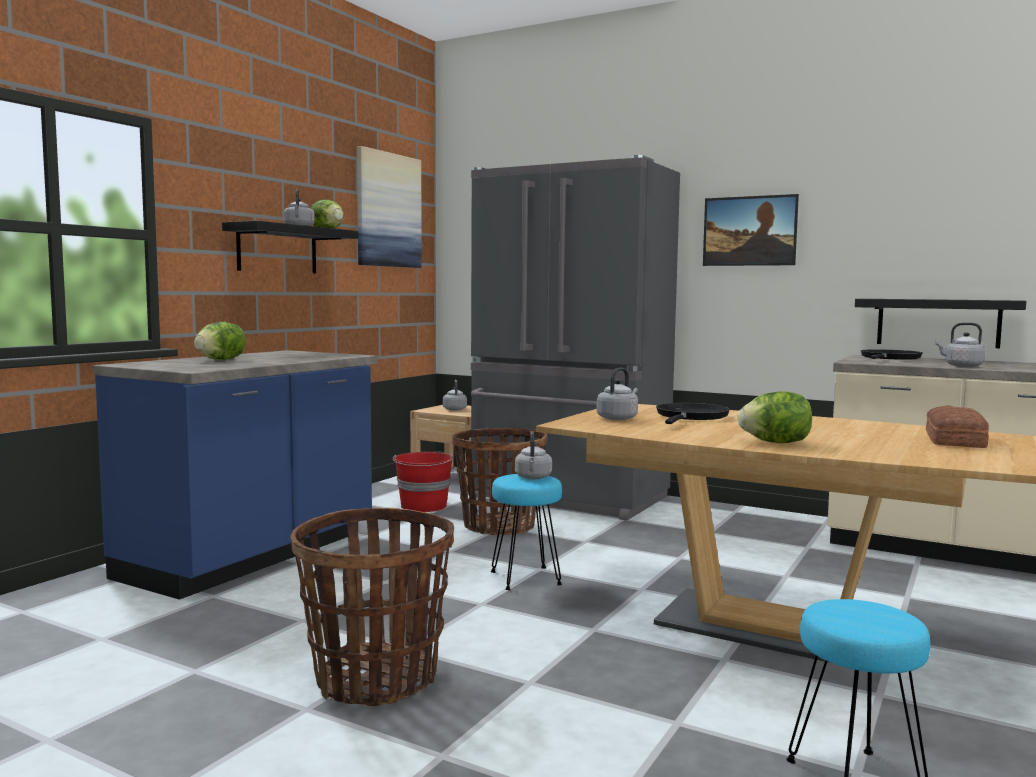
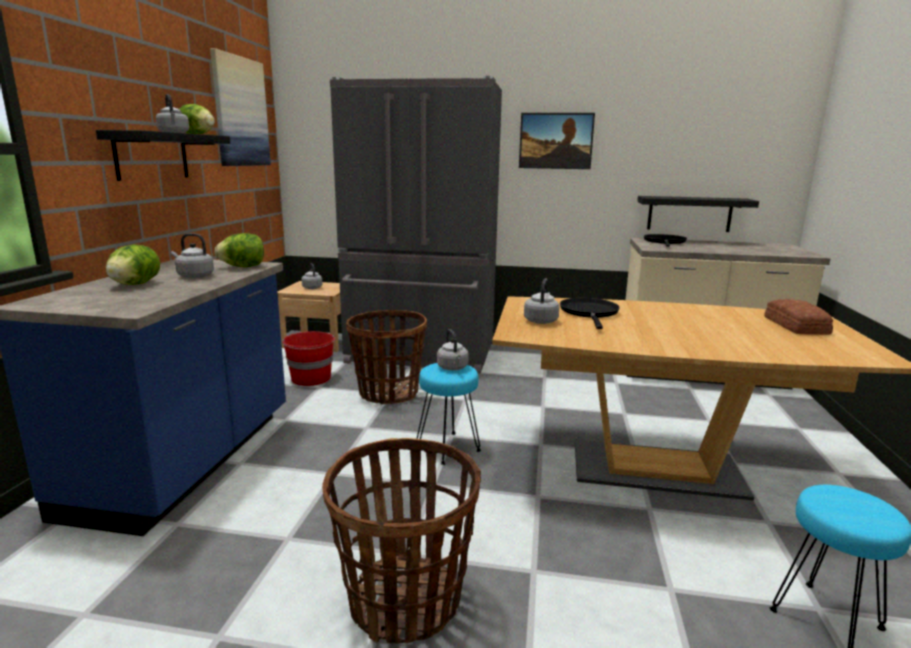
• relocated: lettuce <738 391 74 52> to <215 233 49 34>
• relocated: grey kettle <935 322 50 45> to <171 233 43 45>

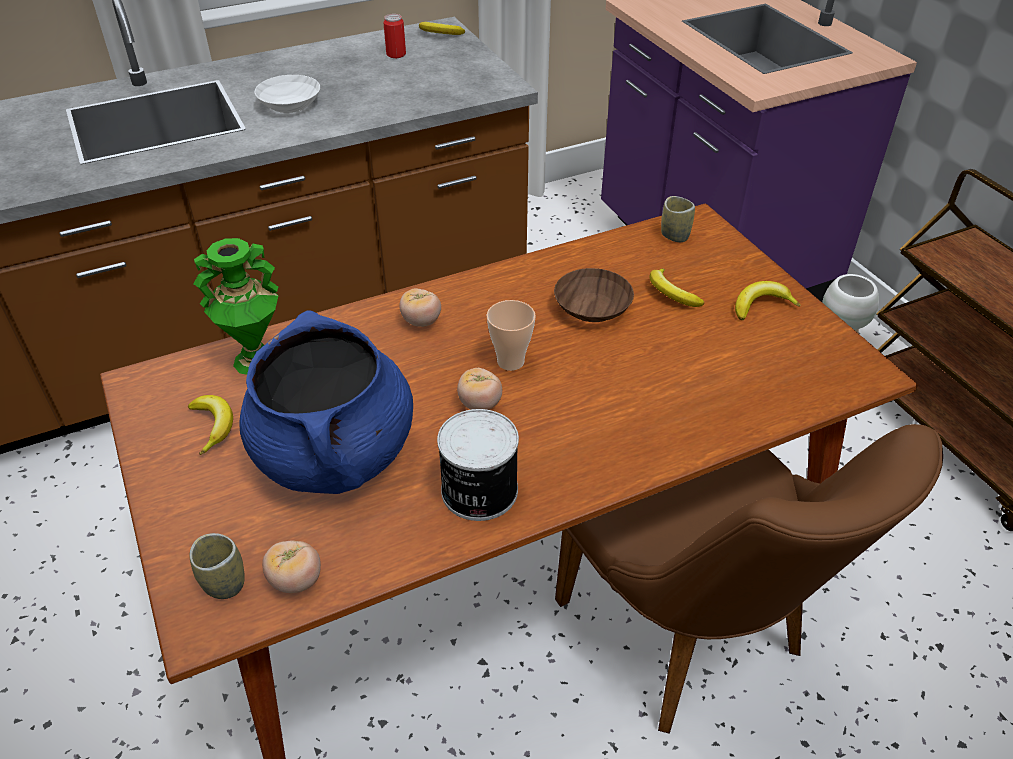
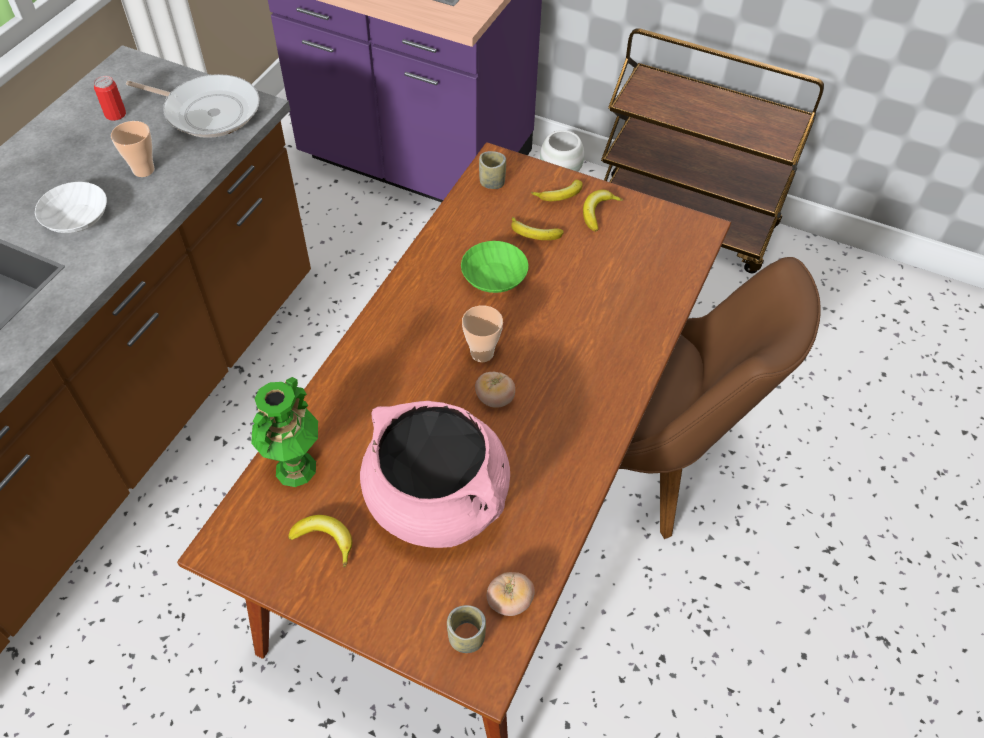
• missing: tomato <399 288 42 39>
• missing: can <437 409 82 112>
• appeared: cup <111 121 44 56>
• appeared: frying pan <126 74 133 64>
• relocated: banana <419 22 46 13> to <531 180 52 21>
• colour: blue cooking pot <239 310 174 184> to pink cooking pot <360 401 150 147>
• colour: brown bowl <554 268 80 54> to green bowl <461 241 68 52>

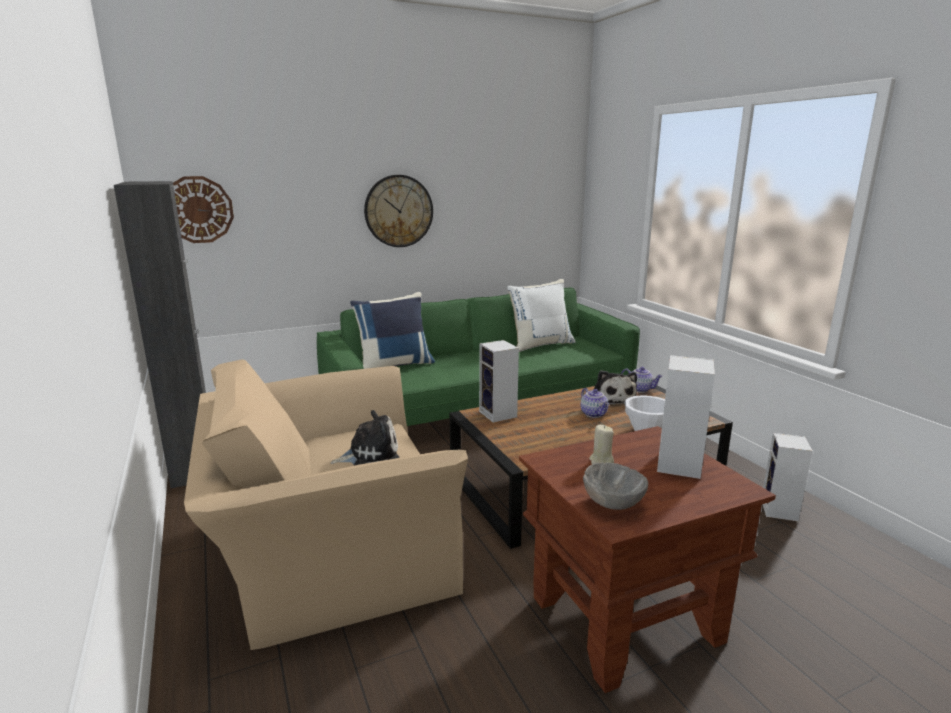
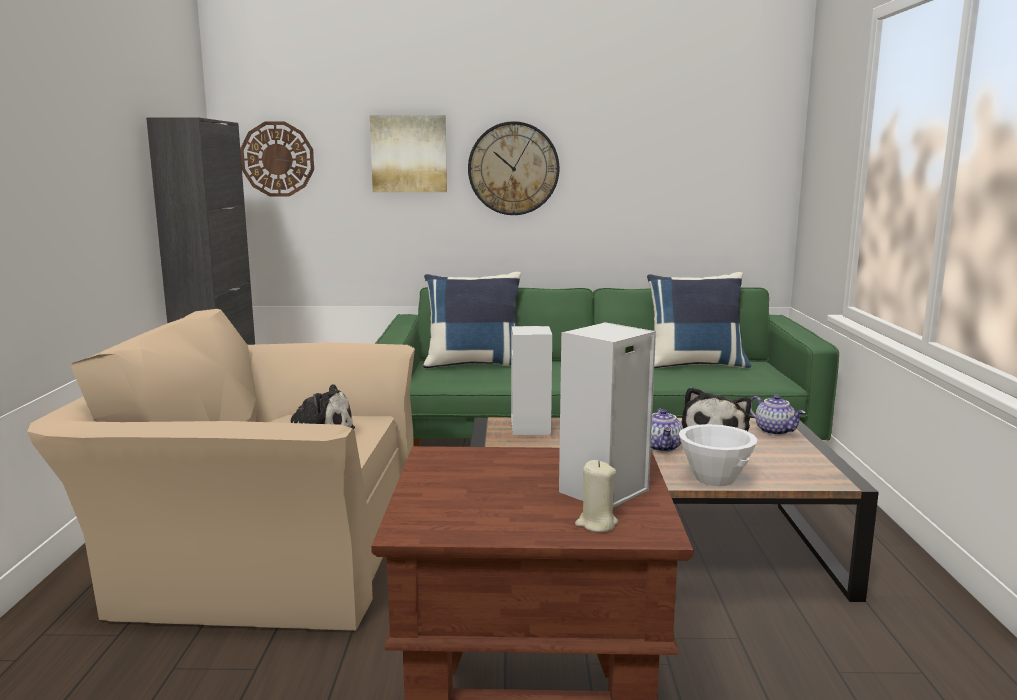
• missing: grey bowl <583 462 65 48>
• missing: speaker <762 433 51 89>
• appeared: picture <370 115 77 77>
• relocated: beige candle <589 425 25 39> to <575 460 43 72>
• colour: white pillow <507 279 69 73> to blue pillow <647 272 104 97>

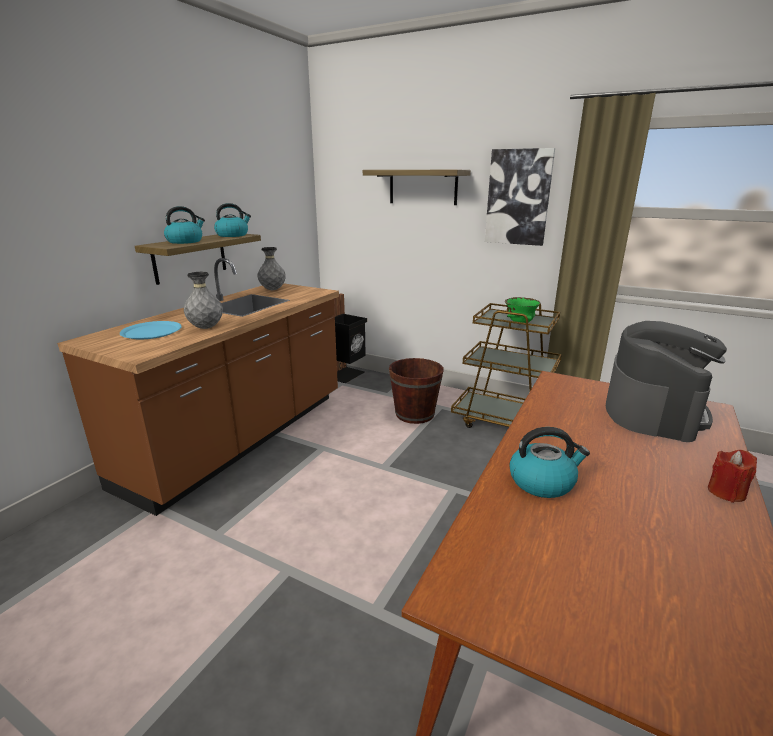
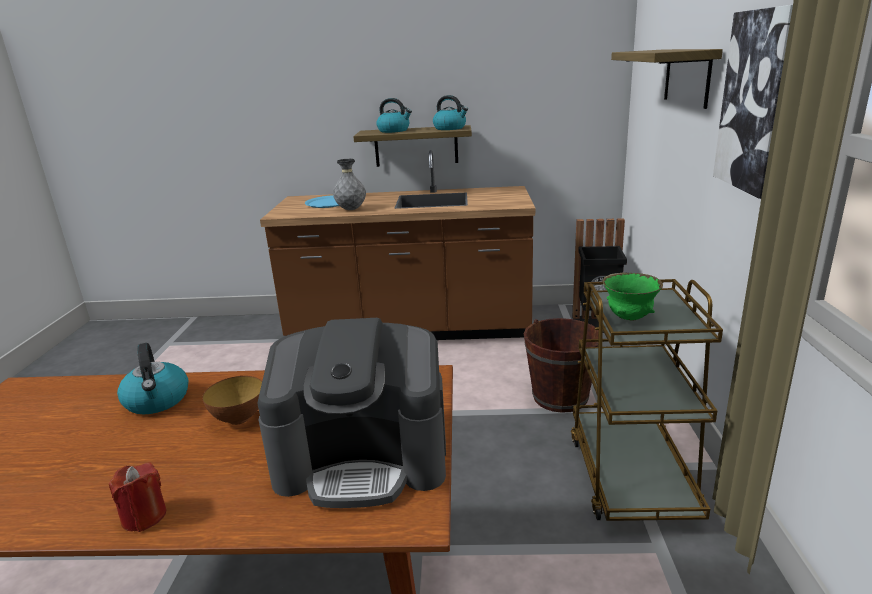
• missing: grey vase <257 247 29 43>
• appeared: bowl <202 376 60 49>

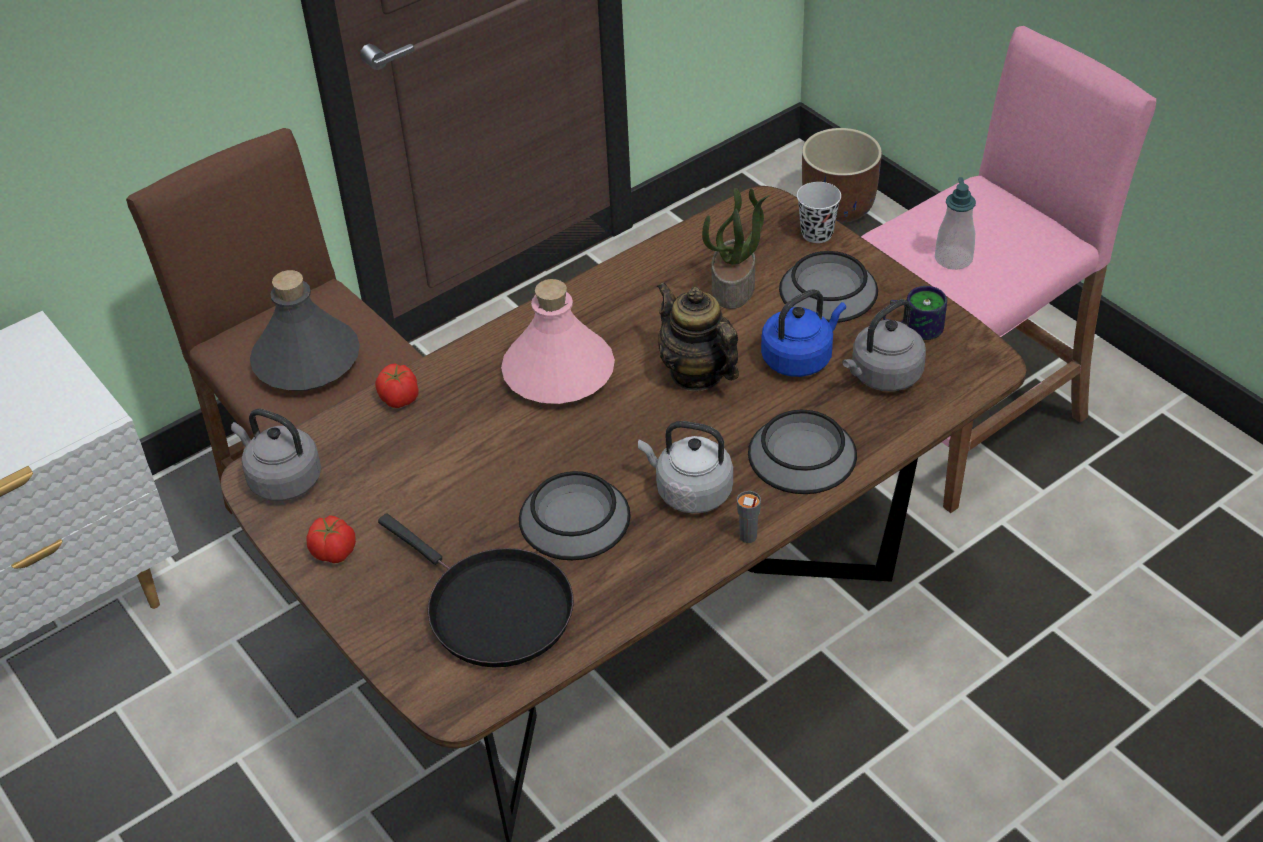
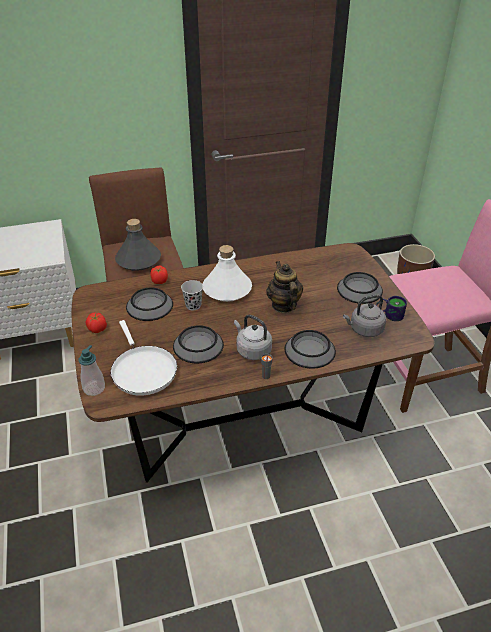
• missing: grey kettle <231 409 90 92>
• missing: potted plant <702 188 69 121>
• missing: blue kettle <761 289 85 88>
• appeared: bowl <126 288 47 33>
• relocated: black cup <797 182 44 61> to <181 280 22 30>
• relocated: soap dispenser <935 177 41 93> to <79 345 26 51>
• colour: black frying pan <378 514 195 153> to white frying pan <111 320 66 75>
• colour: pink bottle <501 279 114 125> to white bottle <203 245 49 57>

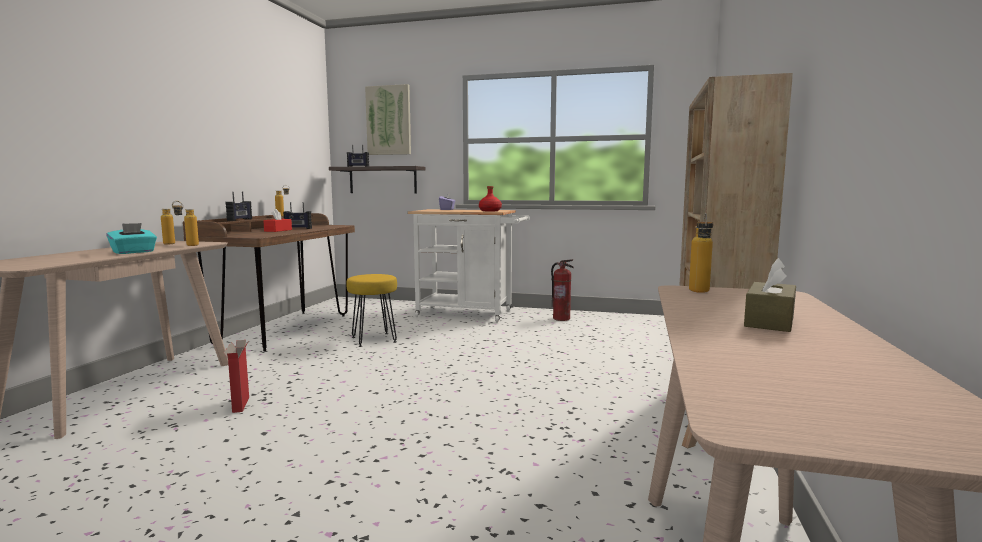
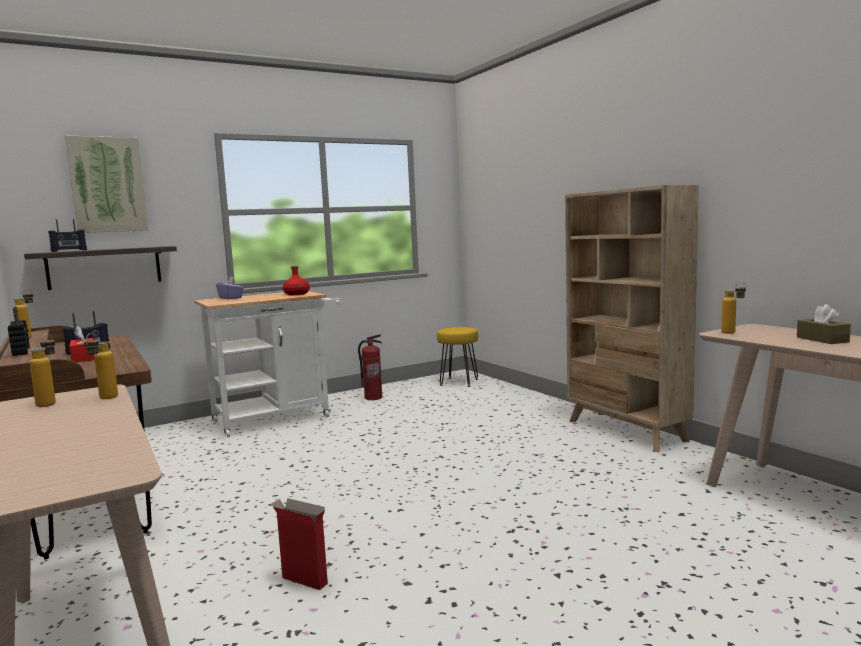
• missing: turquoise tissue box <106 223 51 31>
• relocated: yellow stool <346 274 51 73> to <437 327 41 60>

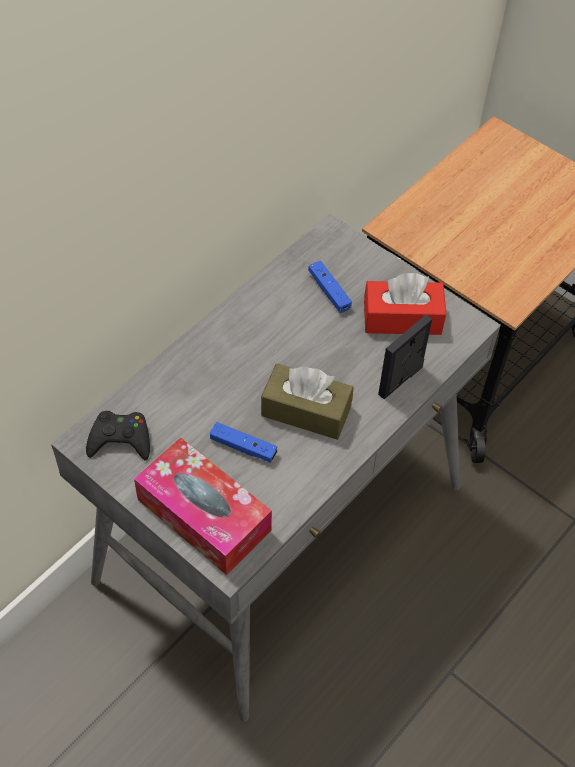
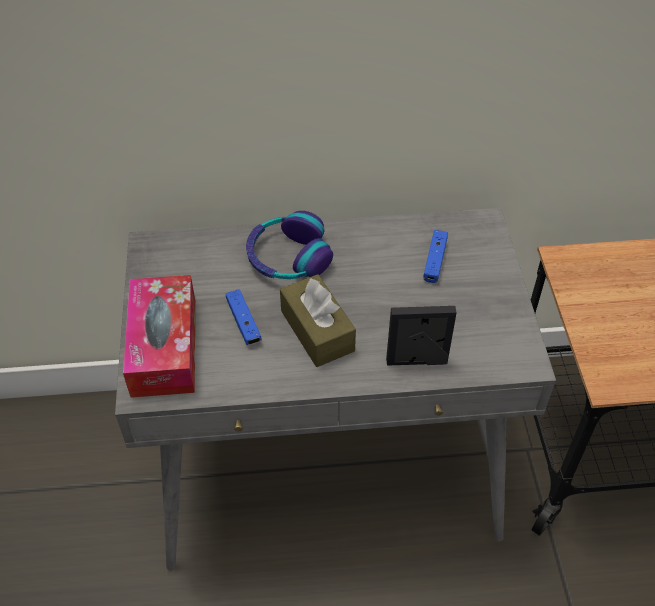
• missing: black game controller <86 411 64 49>
• missing: red tissue box <364 273 82 62>
• appeared: headphones <246 211 87 68>

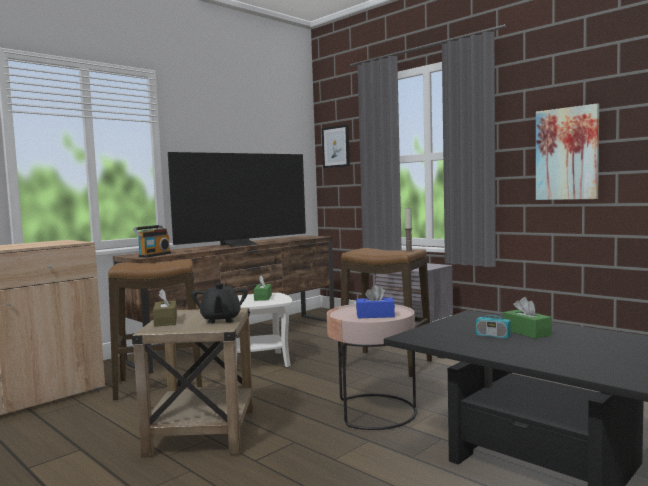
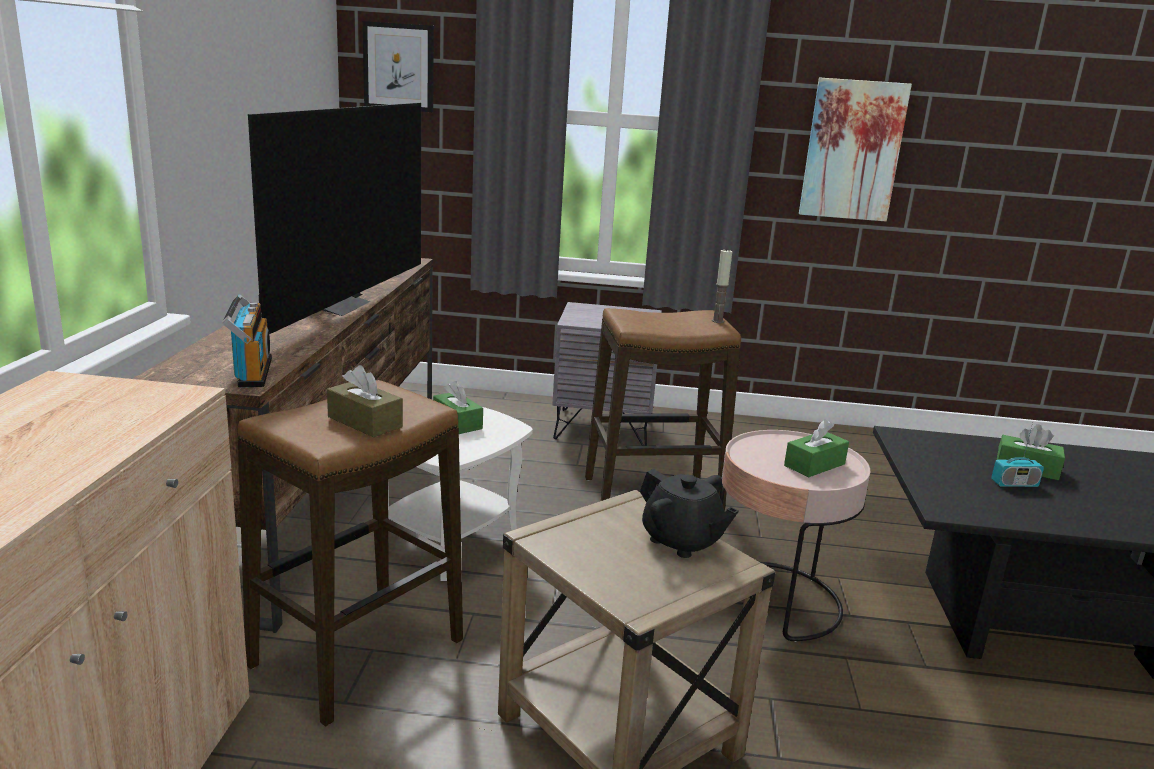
• relocated: brown tissue box <153 289 24 38> to <327 365 76 72>
• colour: blue tissue box <356 285 39 33> to green tissue box <784 419 65 58>

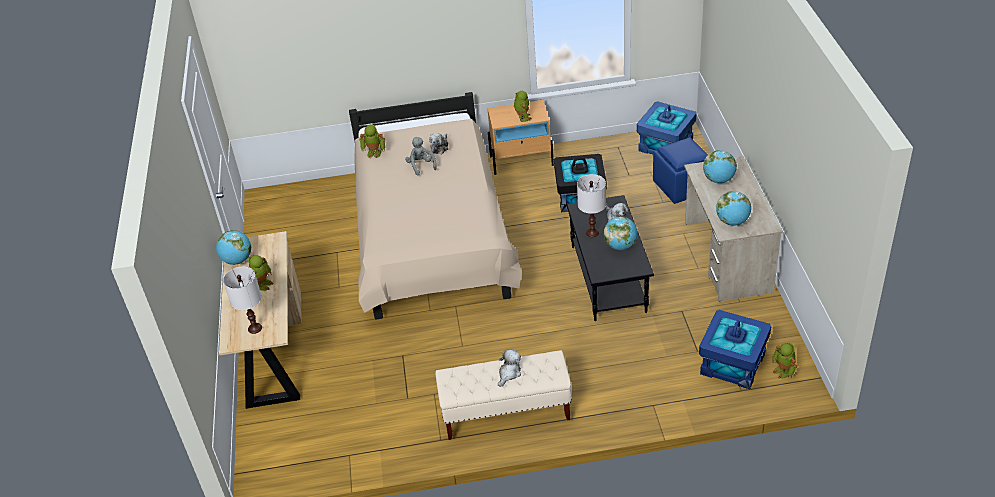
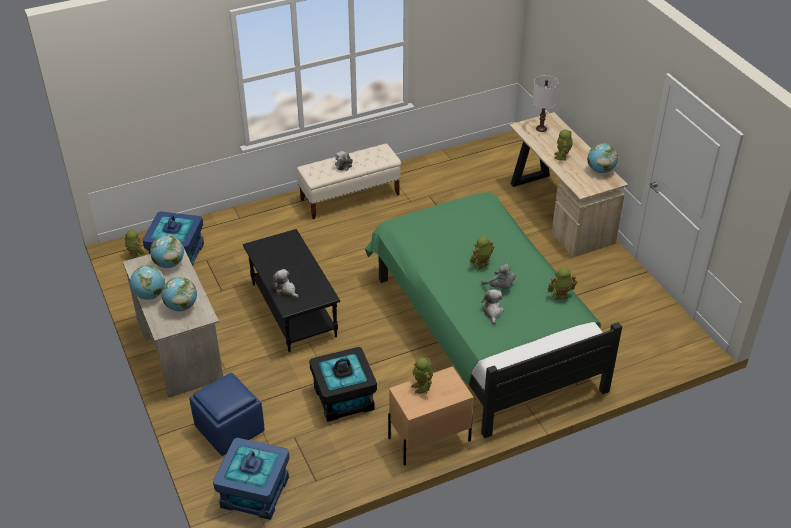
• missing: white table lamp <577 174 29 63>
• appeared: toy robot <470 236 24 33>
• relocated: globe <604 216 34 34> to <130 265 35 35>
• colour: beige bed <349 92 173 228> to green bed <365 192 257 246>

